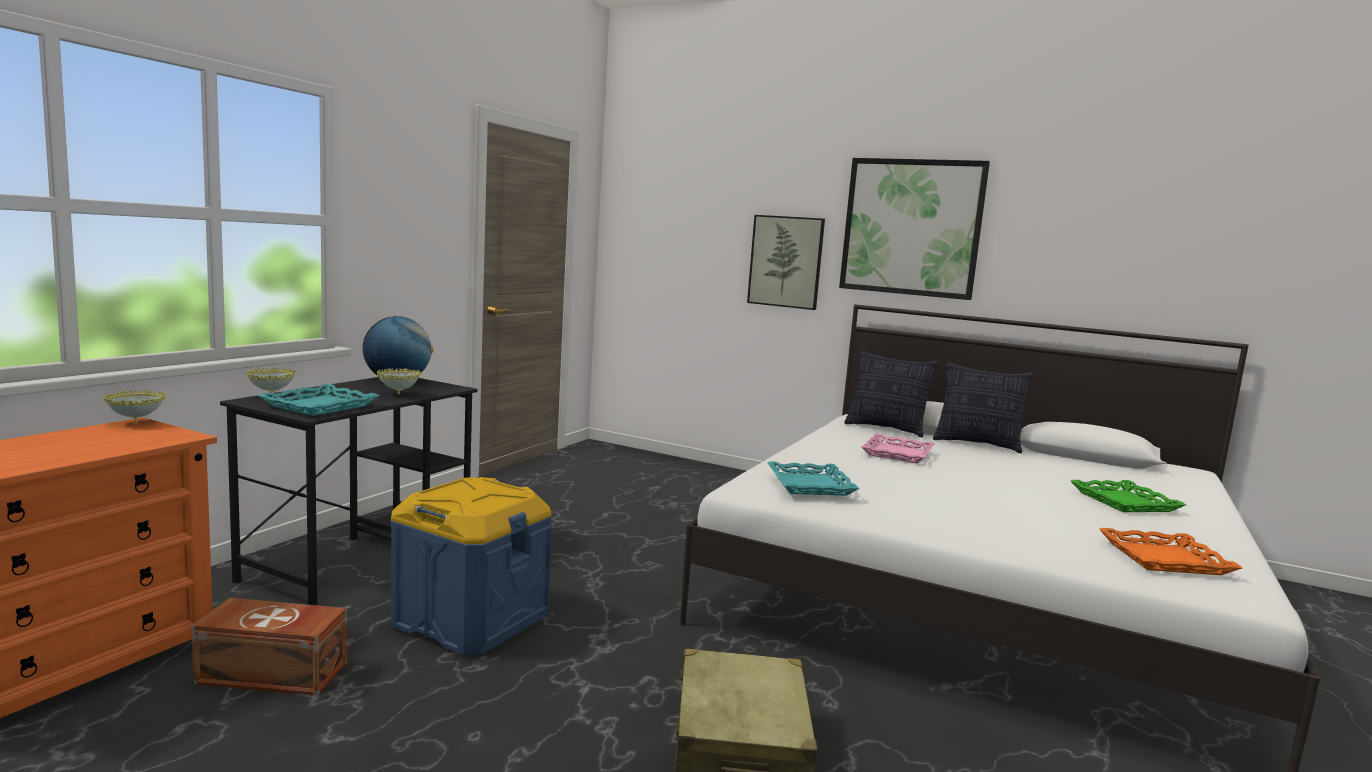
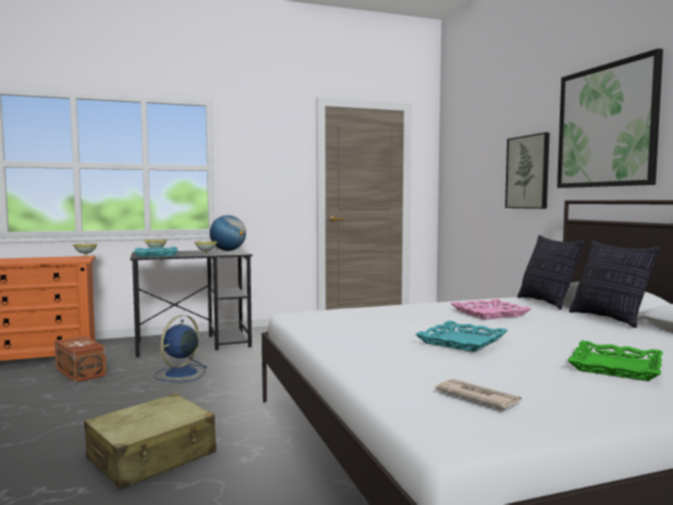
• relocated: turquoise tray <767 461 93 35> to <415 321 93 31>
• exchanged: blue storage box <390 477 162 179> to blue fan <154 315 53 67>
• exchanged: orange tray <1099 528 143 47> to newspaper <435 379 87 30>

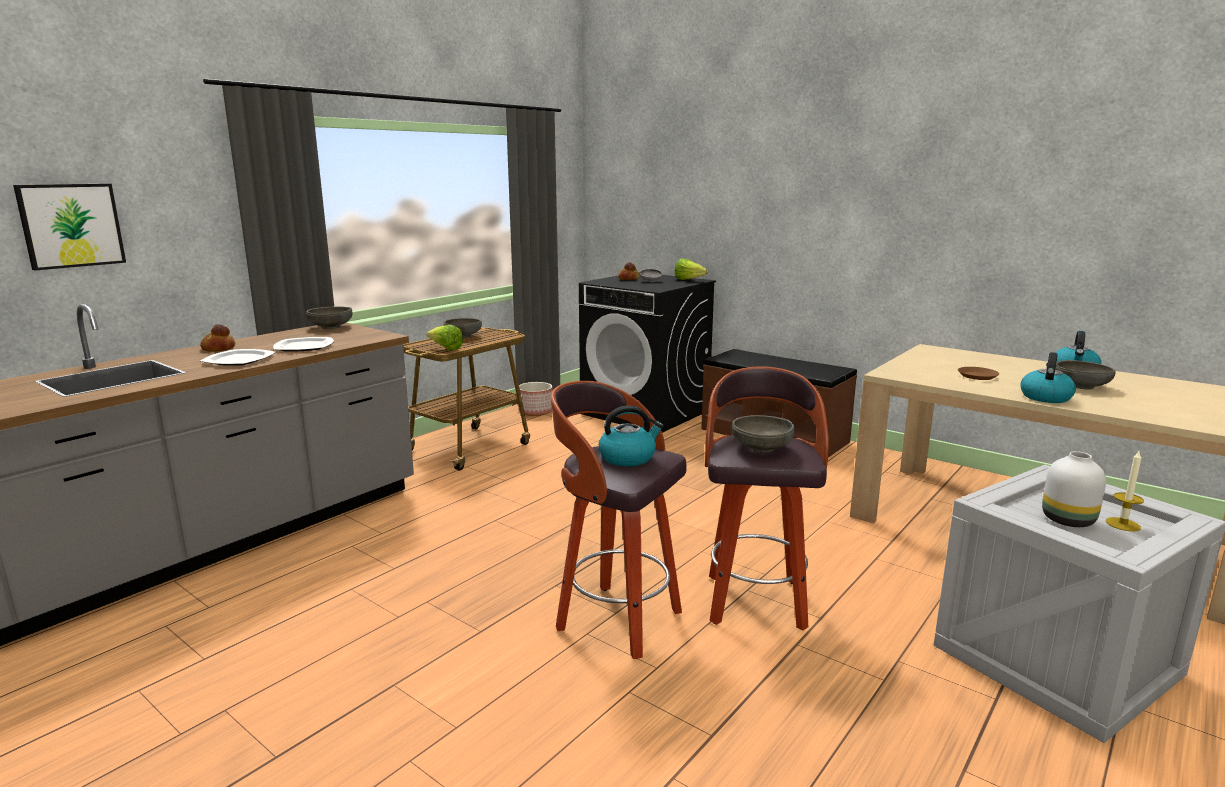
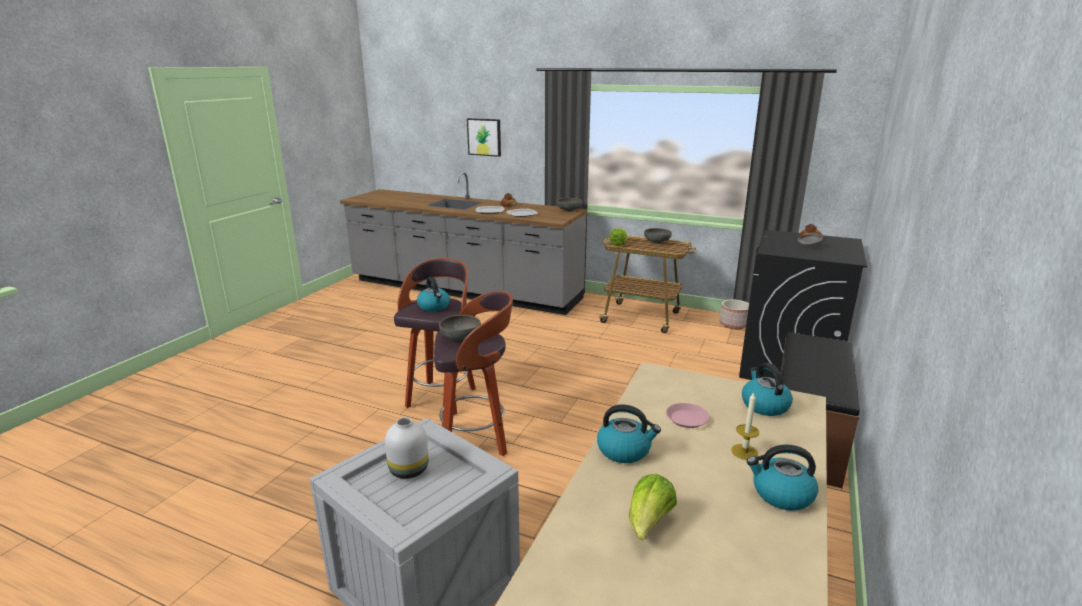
• missing: grey bowl <1055 360 61 30>
• appeared: kettle <742 363 51 53>
• relocated: lettuce <674 258 34 22> to <629 474 48 66>
• relocated: candle <1106 451 38 80> to <731 392 28 68>
• colour: brown plate <958 367 41 13> to pink plate <666 403 44 25>

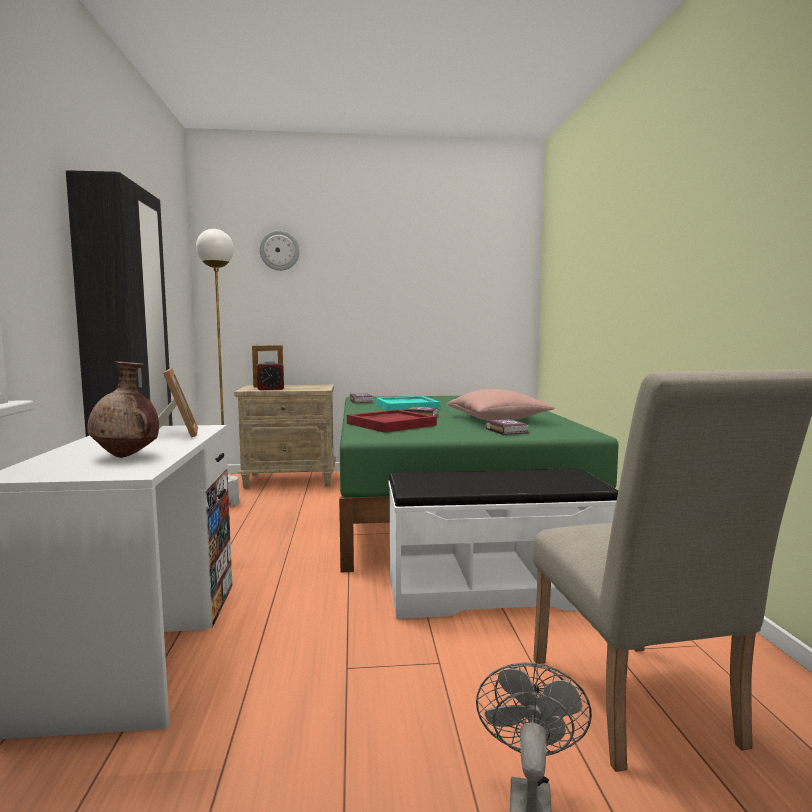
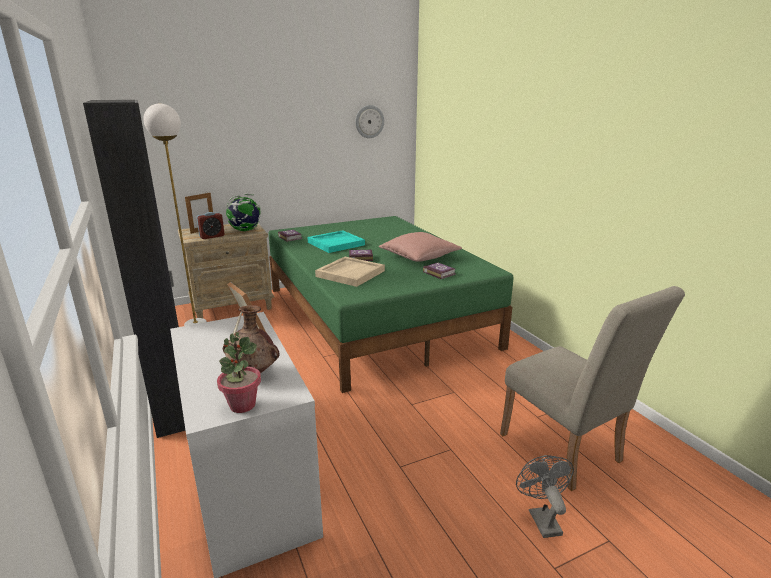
• missing: white bench <388 468 230 151>
• appeared: potted plant <217 332 44 81>
• appeared: globe <226 194 35 37>
• relocated: wall clock <260 230 40 41> to <355 105 29 33>
• colour: red tray <347 410 90 23> to beige tray <315 257 70 30>

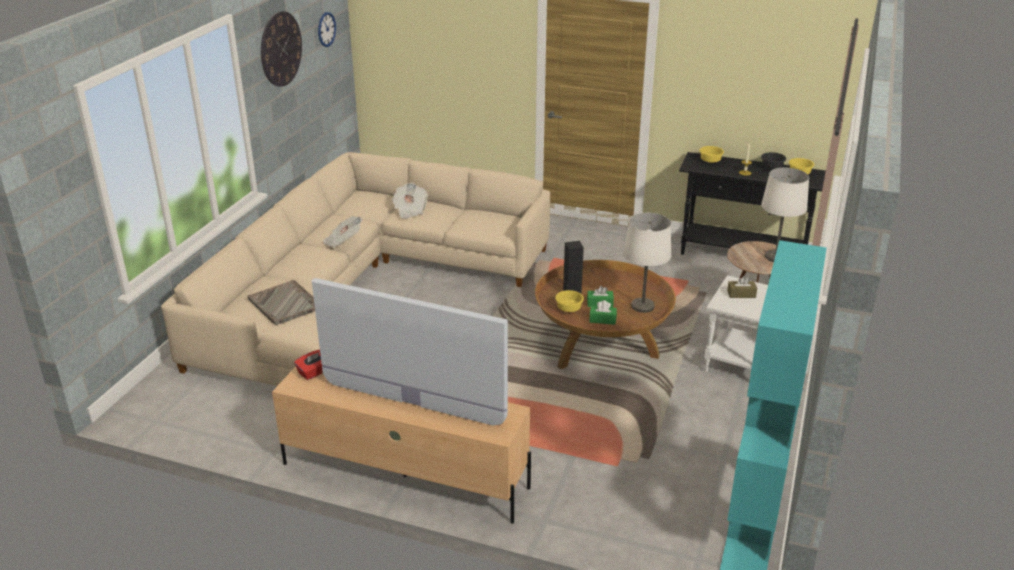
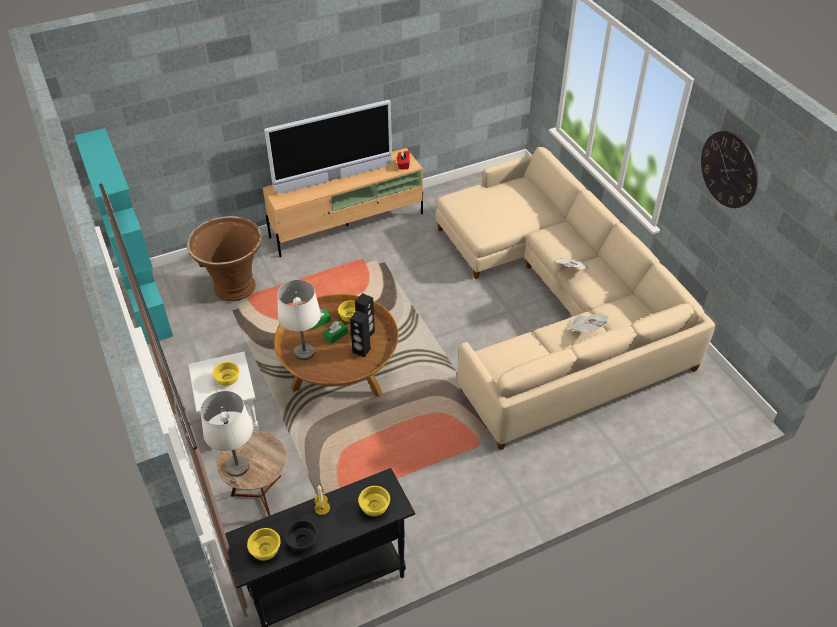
• missing: grey tray <247 280 68 45>
• missing: wall clock <318 12 18 35>
• appeared: brown planter <187 216 75 85>
• appeared: black speaker <350 310 21 47>
• exchanged: brown tissue box <727 276 30 22> to yellow bowl <212 362 27 24>

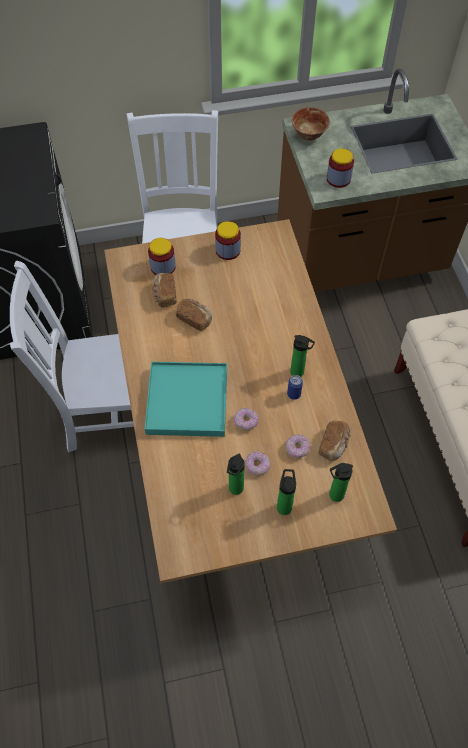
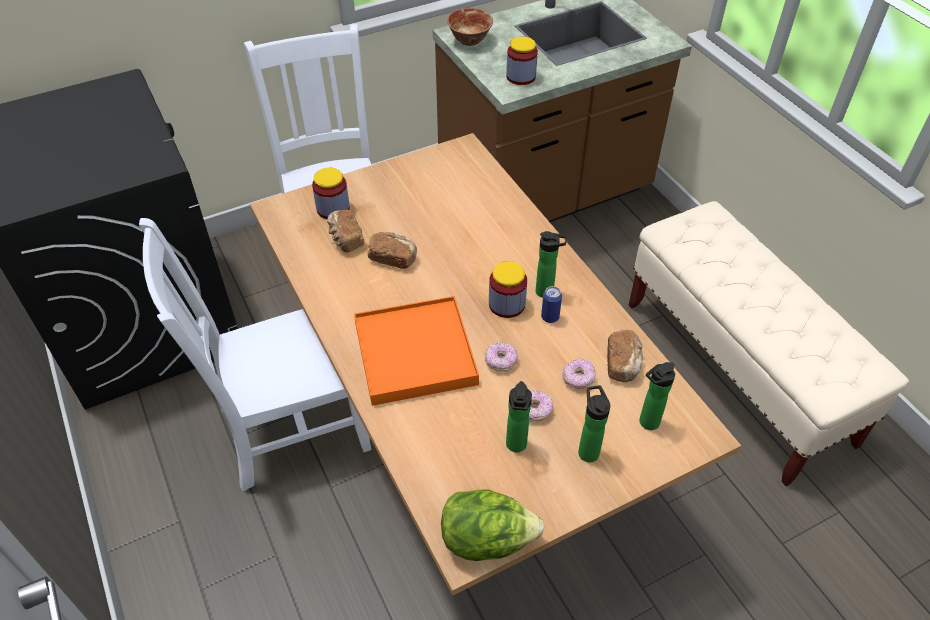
• appeared: lettuce <441 489 103 72>
• relocated: jar <215 221 26 39> to <489 261 38 57>
• colour: turquoise tray <145 362 82 75> to orange tray <354 296 125 110>

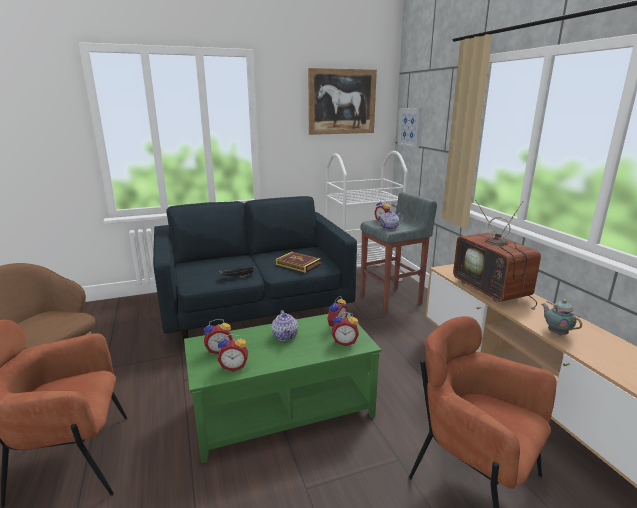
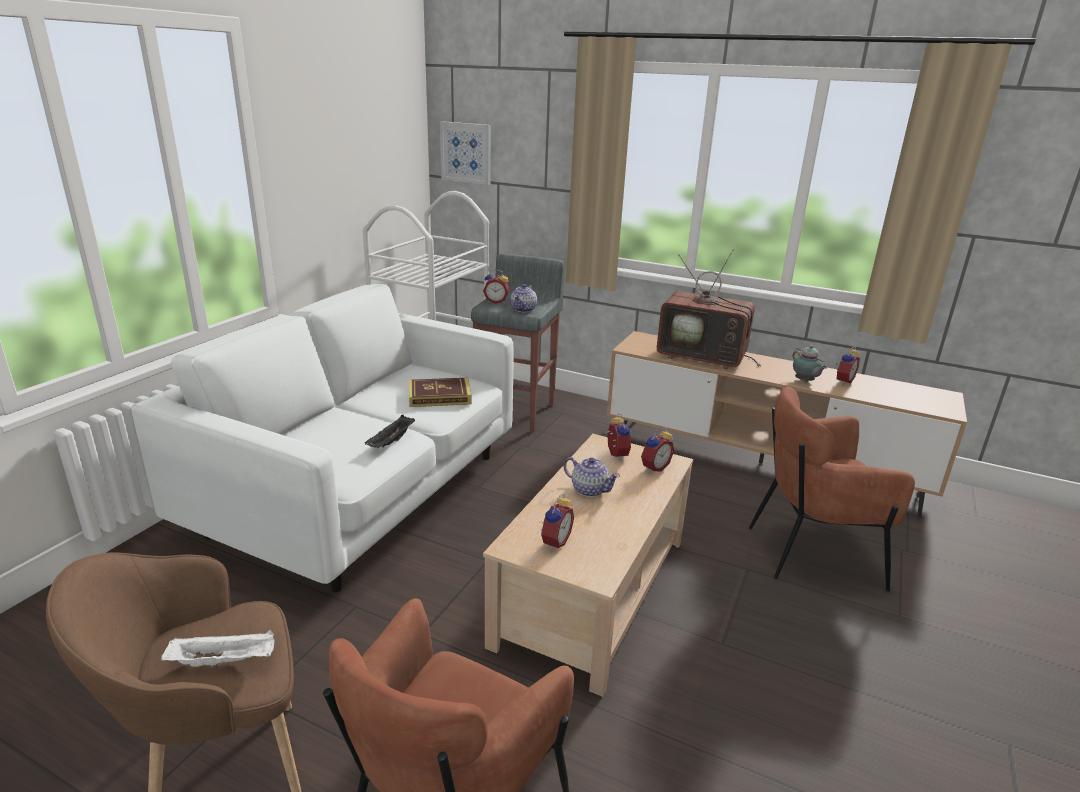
• missing: picture <308 68 69 67>
• appeared: white tray <161 630 114 38>
• relocated: alarm clock <217 334 31 38> to <836 346 24 39>
• colour: blue sofa <153 196 204 149> to white sofa <131 284 383 308>
• colour: green coffee table <184 313 197 150> to beige coffee table <483 434 210 263>
• spun: teapot <541 299 41 36> = <792 345 35 37> 135 degrees counterclockwise

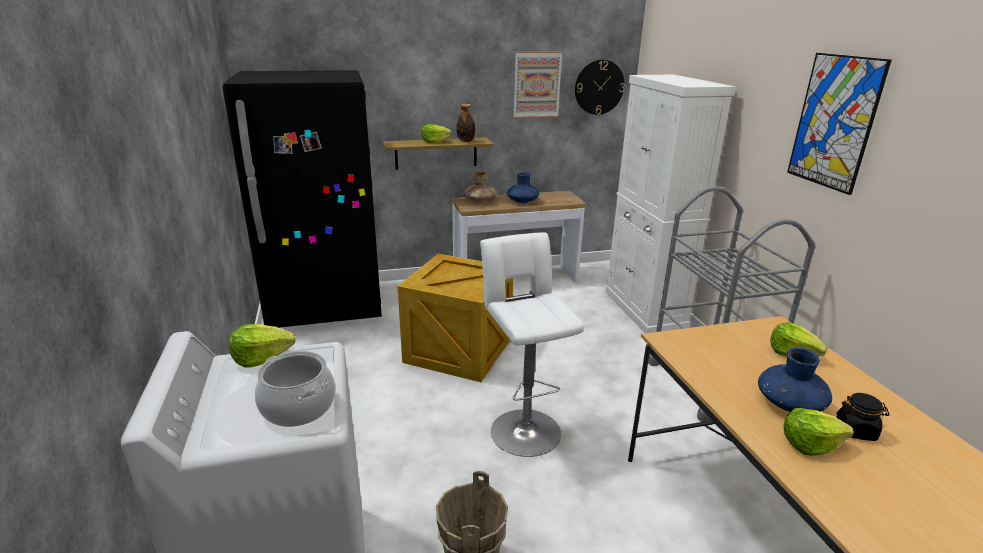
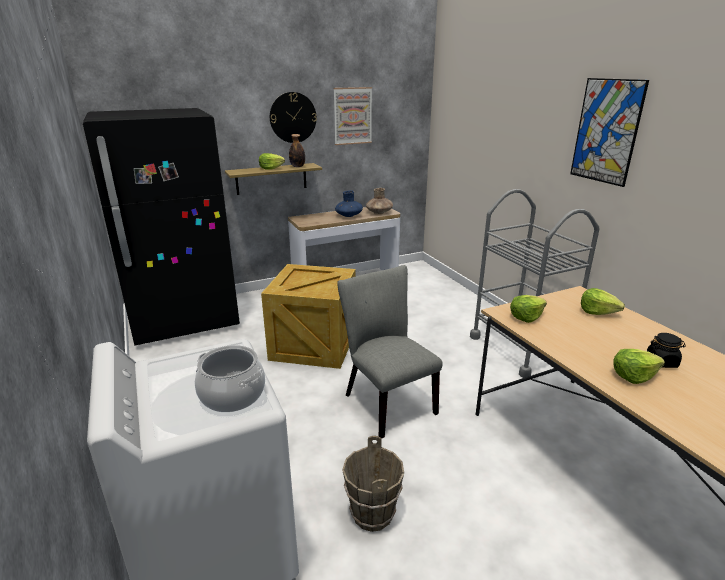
• missing: white cabinet <605 75 131 258>
• missing: blue vase <758 347 74 65>
• relocated: lettuce <229 324 67 44> to <510 295 37 28>
• relocated: brown vase <464 172 33 31> to <366 188 27 26>
• relocated: wall clock <575 60 50 55> to <270 92 47 51>
• exchanged: white stool <480 232 104 225> to grey chair <337 265 106 173>

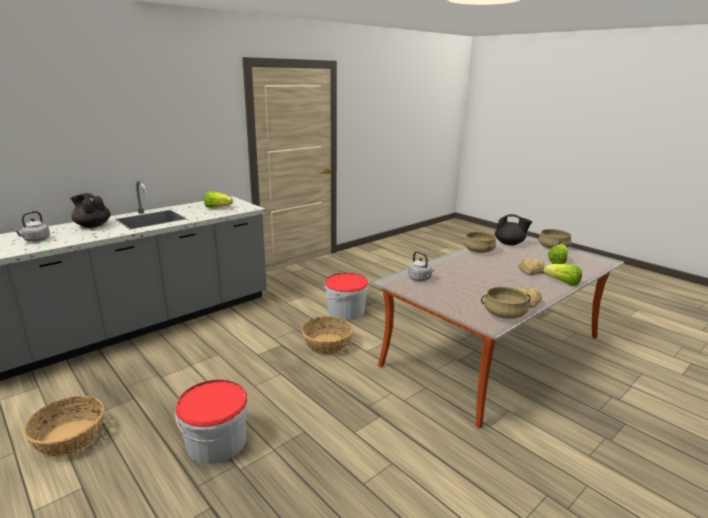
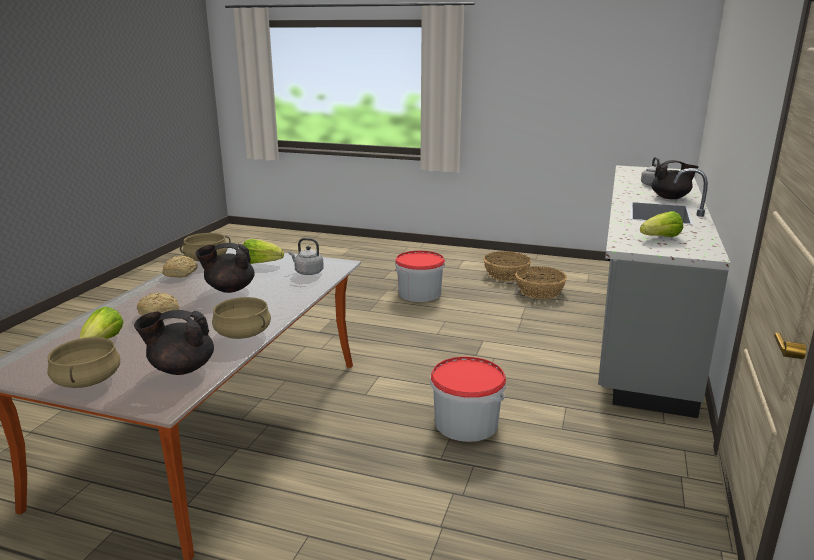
• appeared: black teapot <195 243 60 50>
• relocated: basket <301 316 52 39> to <515 266 52 33>
• relocated: lettuce <543 264 39 22> to <243 239 41 25>

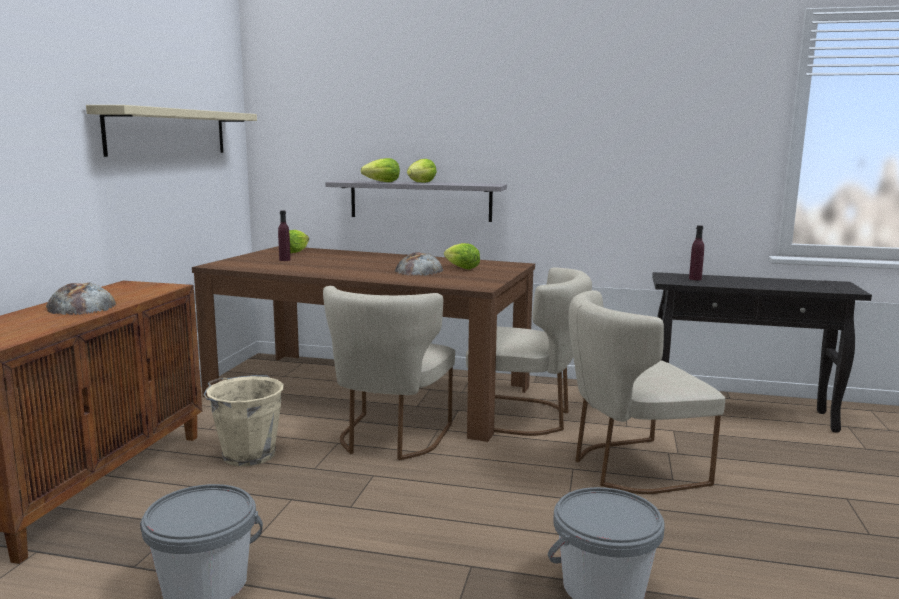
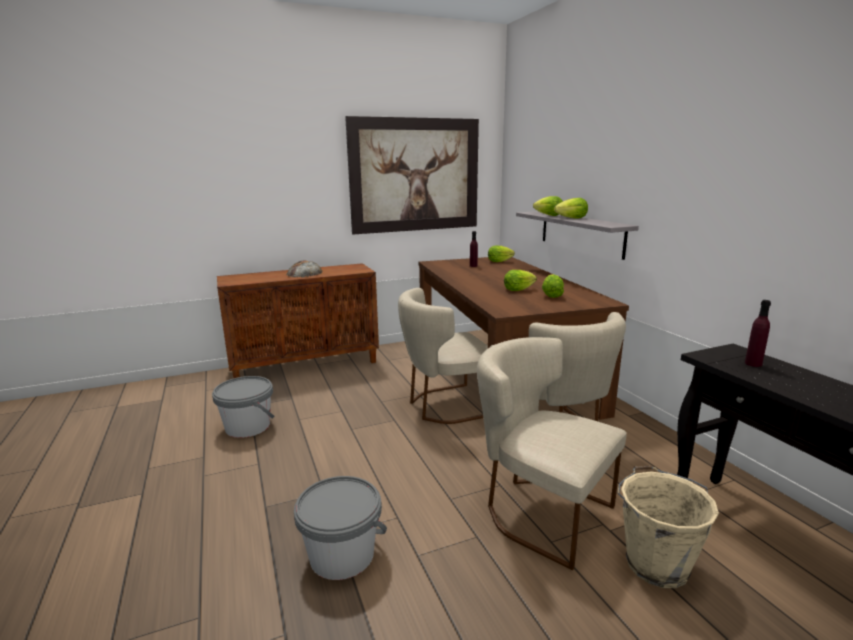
• relocated: beige bucket <204 375 80 91> to <618 466 101 122>
• exchanged: beige shelf <86 105 171 52> to picture <345 116 134 118>
• exchanged: bread <394 252 49 24> to lettuce <504 270 33 21>

